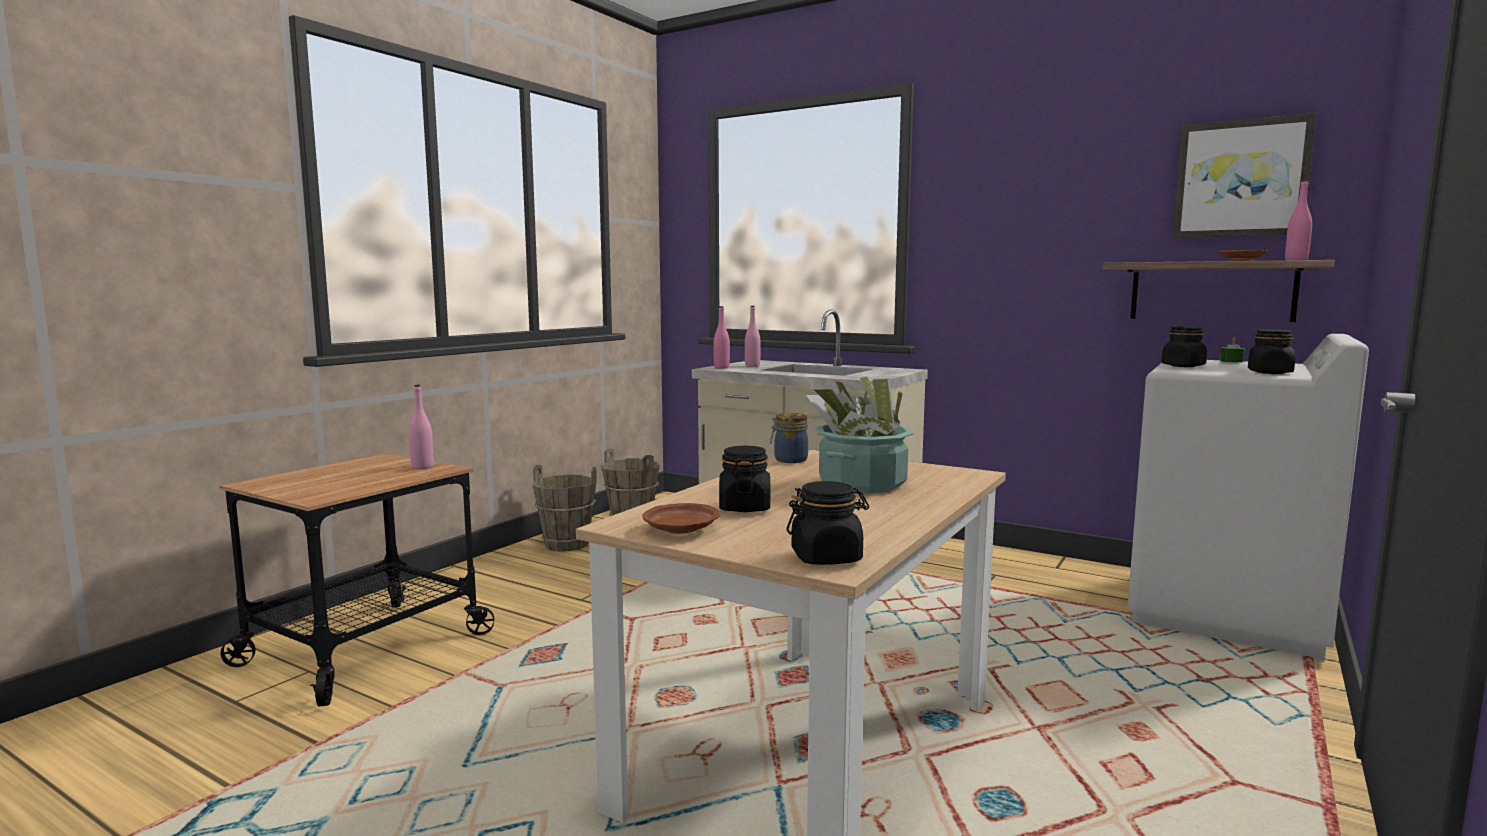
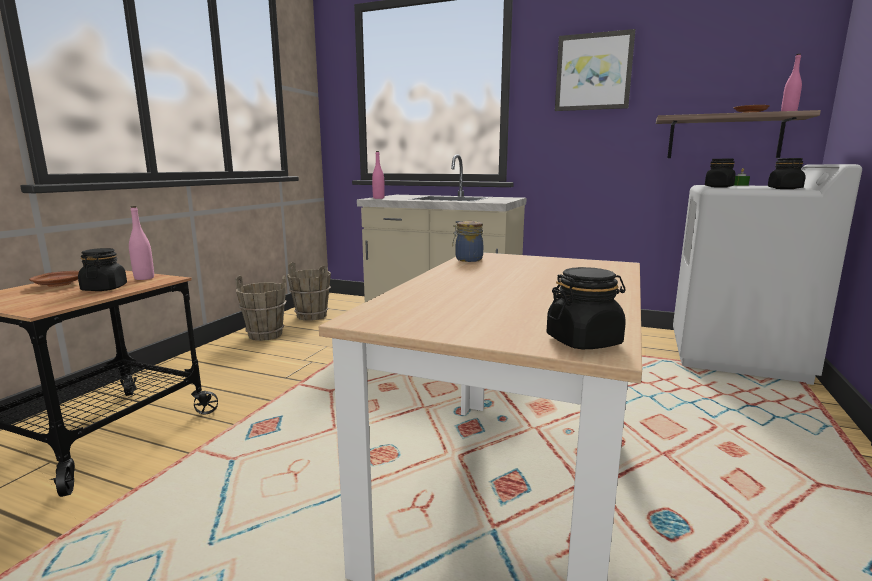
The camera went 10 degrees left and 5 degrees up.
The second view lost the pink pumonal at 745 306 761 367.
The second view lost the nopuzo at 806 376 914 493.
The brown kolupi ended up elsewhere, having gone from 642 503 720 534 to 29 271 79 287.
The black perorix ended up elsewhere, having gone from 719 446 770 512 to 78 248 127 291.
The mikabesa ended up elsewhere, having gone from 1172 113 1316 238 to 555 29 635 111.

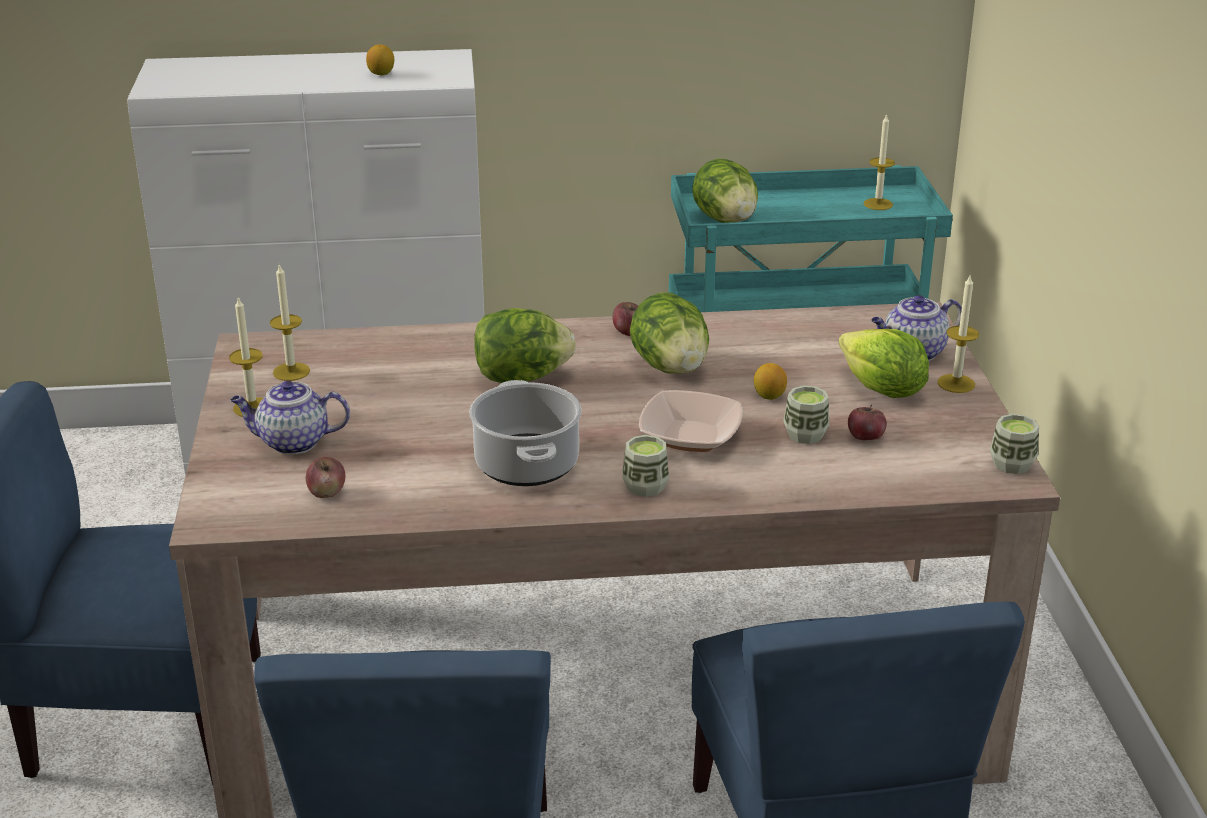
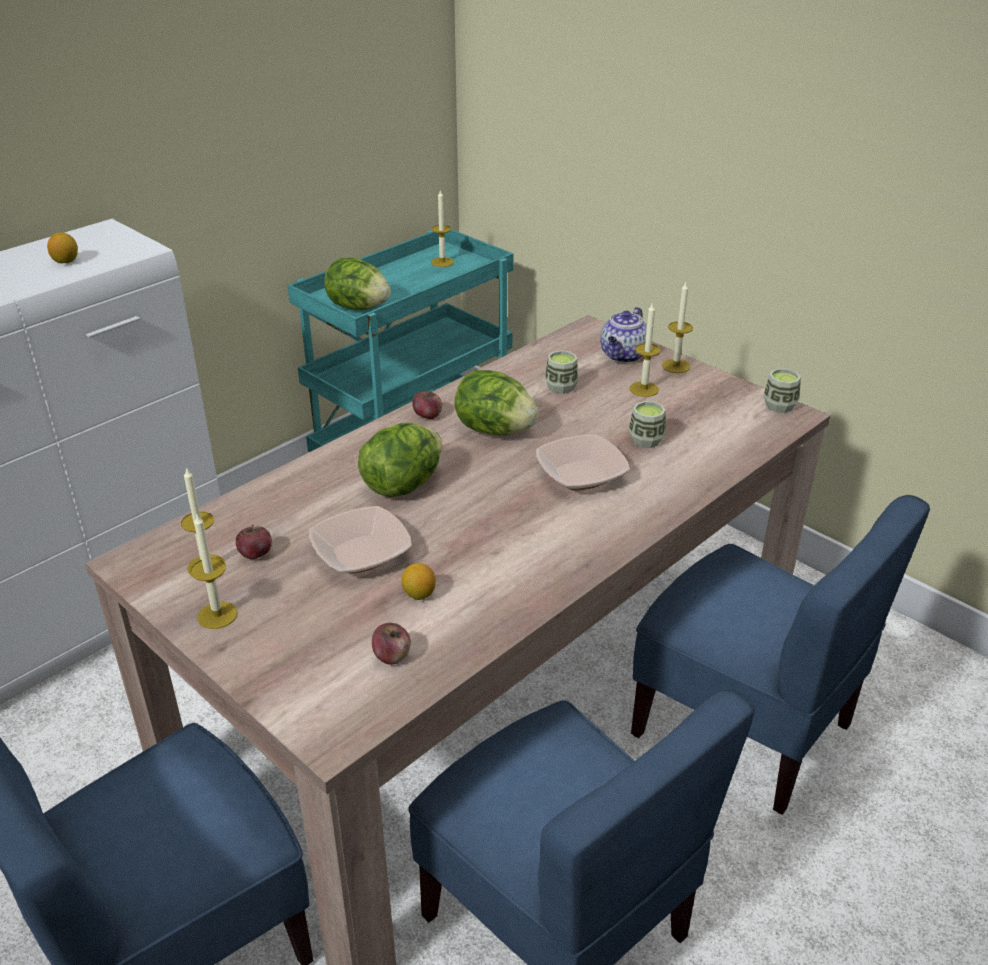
The camera went 40 degrees left and 5 degrees up.
The second view lost the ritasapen at 230 381 350 455.
The second view lost the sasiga at 469 380 582 486.
The second view gained the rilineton at 309 506 412 574.
The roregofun ended up elsewhere, having gone from 623 435 669 497 to 545 350 578 394.
The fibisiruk ended up elsewhere, having gone from 754 363 787 400 to 401 563 436 600.
The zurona ended up elsewhere, having gone from 848 405 887 441 to 236 525 272 559.
Where the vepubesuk stood at 839 329 929 398, the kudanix came to stand at 630 302 661 397.

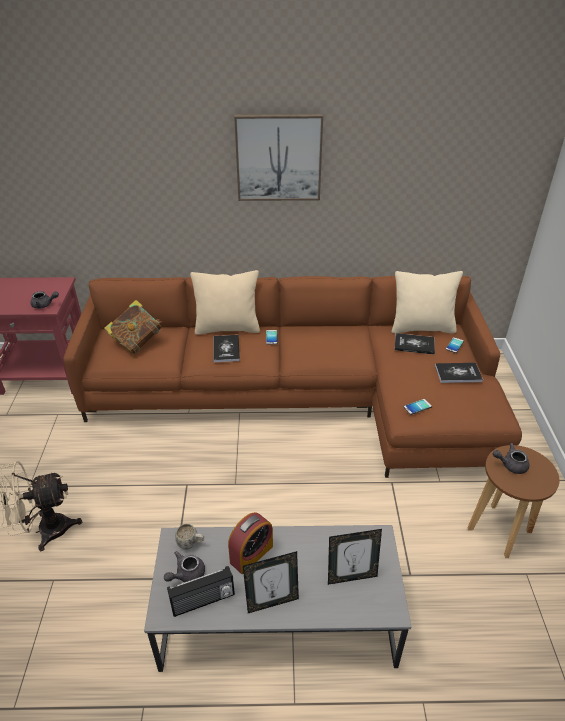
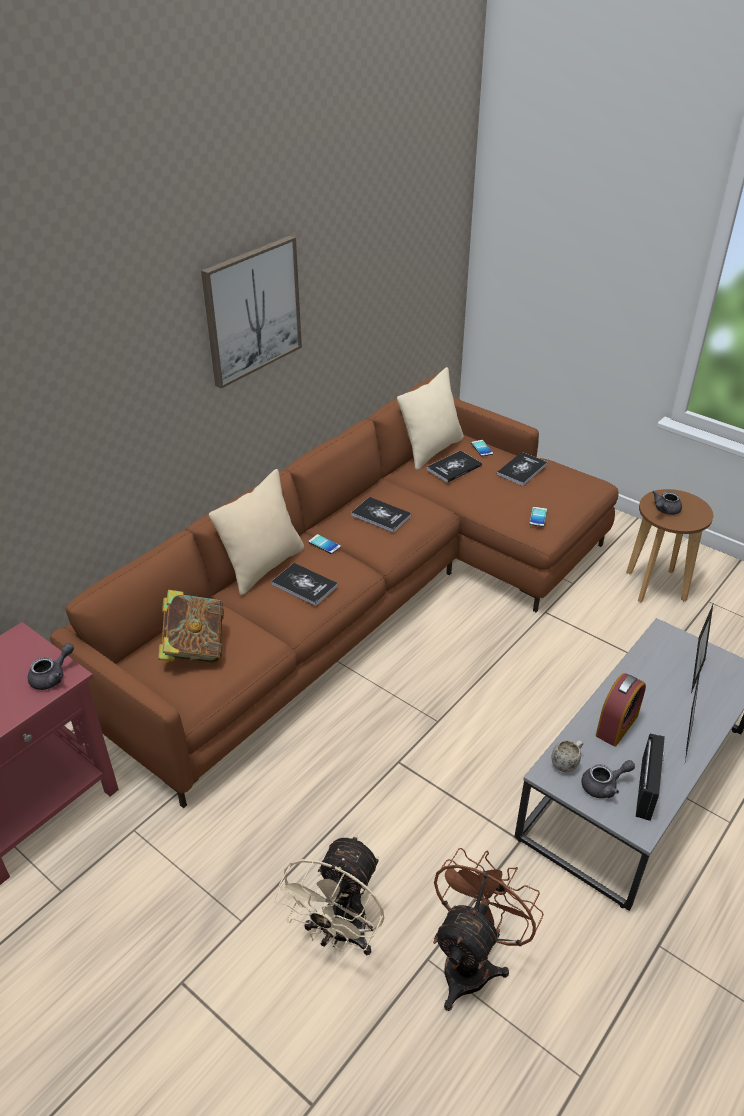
The camera went 50 degrees left and 0 degrees up.
The second view gained the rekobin at 351 497 412 533.
The second view gained the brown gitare at 433 848 544 1011.
The grey ritasapen at 164 551 205 582 ended up facing another way, 105 degrees counterclockwise from before.
The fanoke at 228 512 273 574 ended up facing another way, 45 degrees clockwise from before.

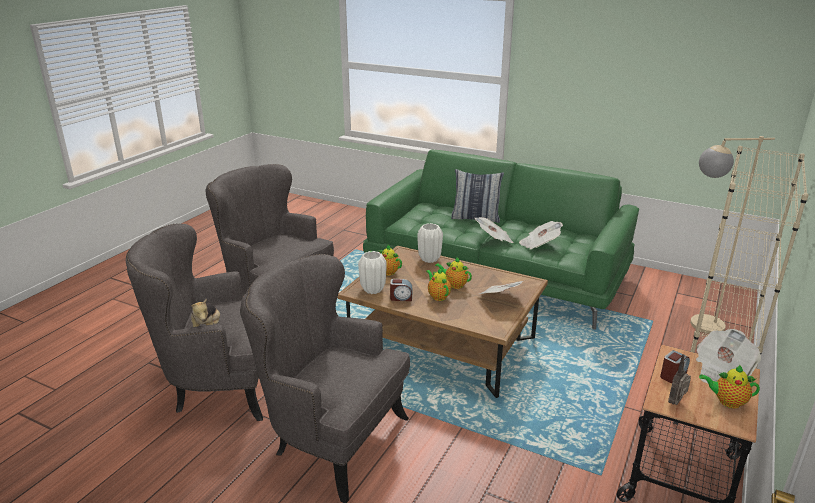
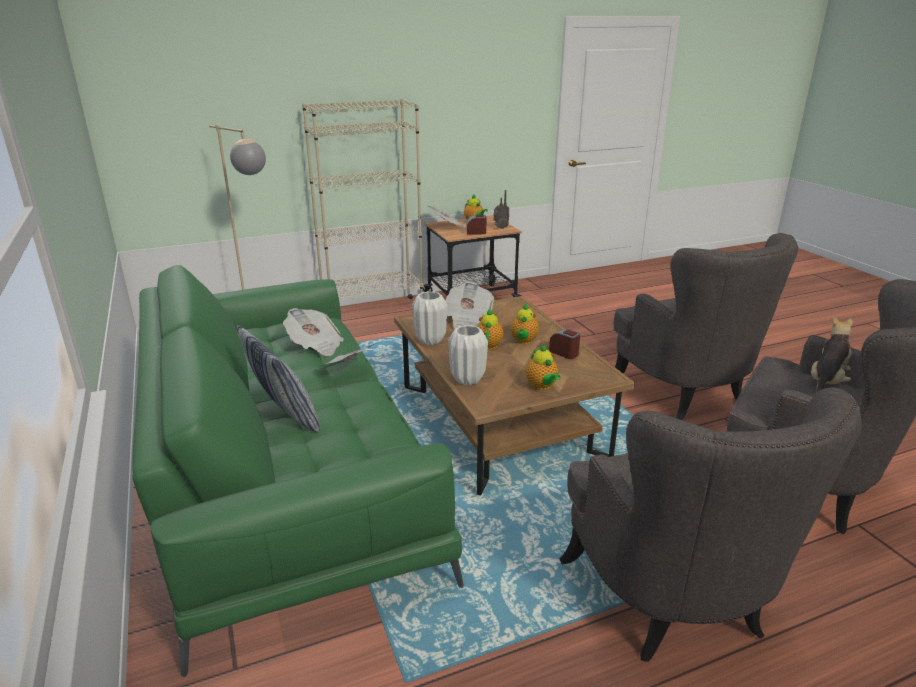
The camera went 140 degrees left and 0 degrees up.
The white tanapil ended up elsewhere, having gone from 358 251 387 294 to 412 291 447 345.
The ritasapen at 435 257 472 289 ended up facing another way, 150 degrees counterclockwise from before.

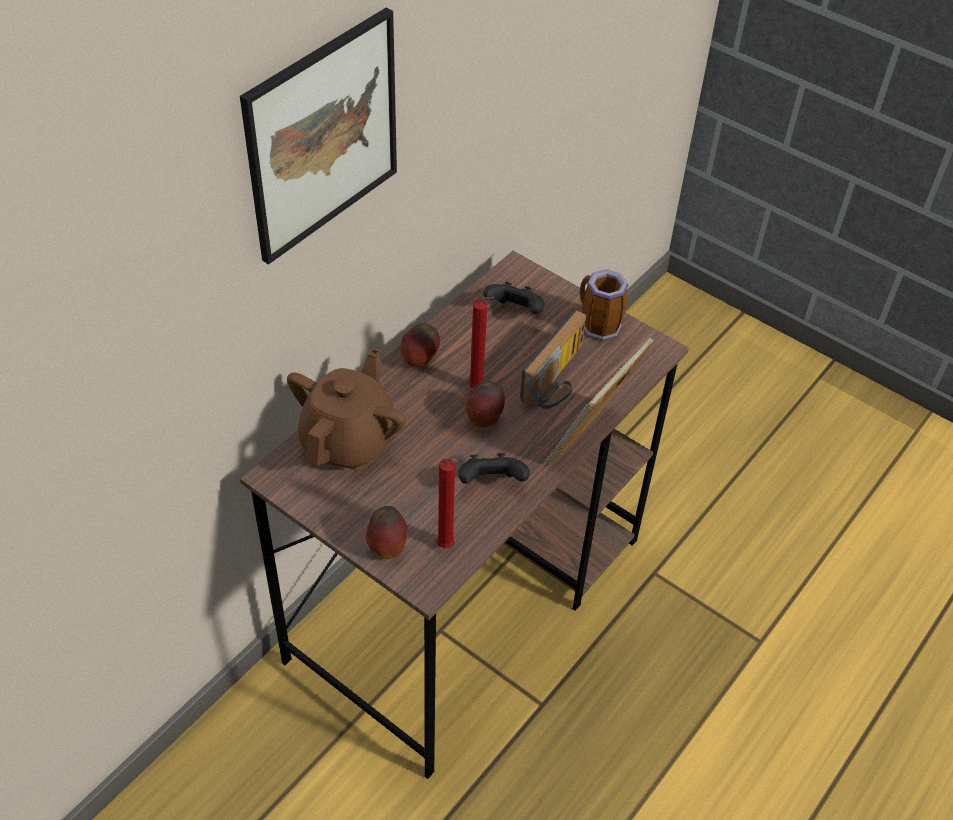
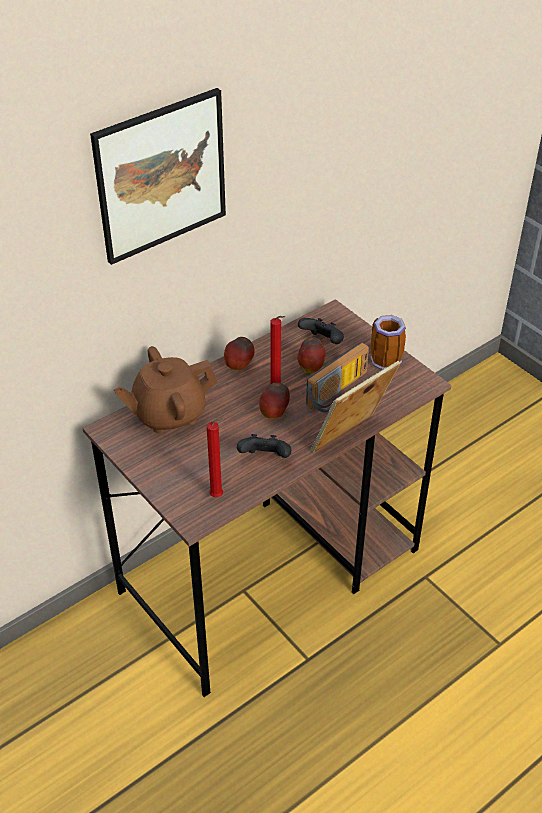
The camera went 15 degrees right and 5 degrees down.
The zurona ended up elsewhere, having gone from 366 506 407 559 to 297 337 326 374.
The brown ritasapen at 287 348 406 471 ended up facing another way, 150 degrees counterclockwise from before.

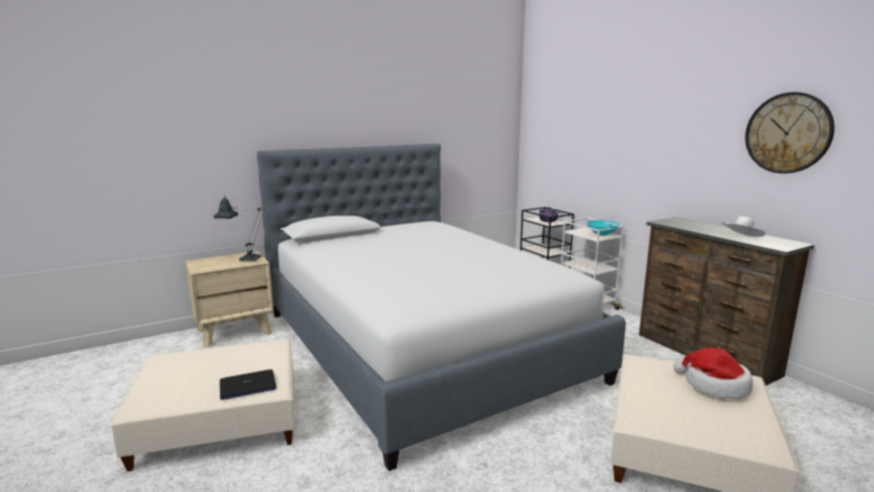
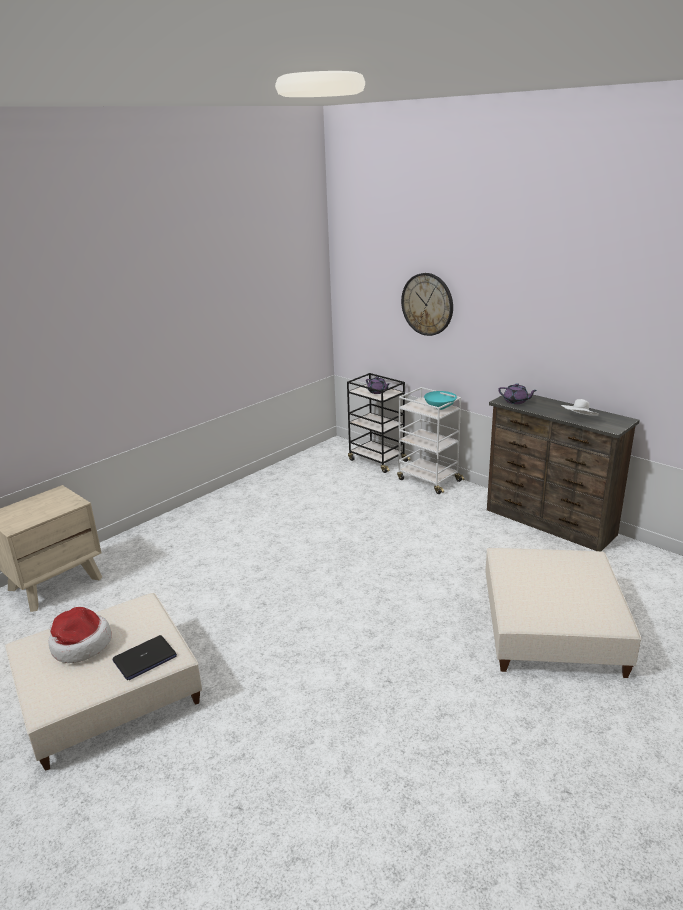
The camera went 15 degrees left and 10 degrees up.
The second view lost the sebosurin at 214 198 265 261.
The second view lost the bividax at 257 143 626 471.
The second view gained the purple ritasapen at 498 383 537 404.
The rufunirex ended up elsewhere, having gone from 673 347 753 399 to 48 607 112 663.
The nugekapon ended up elsewhere, having gone from 745 92 834 174 to 401 273 453 336.

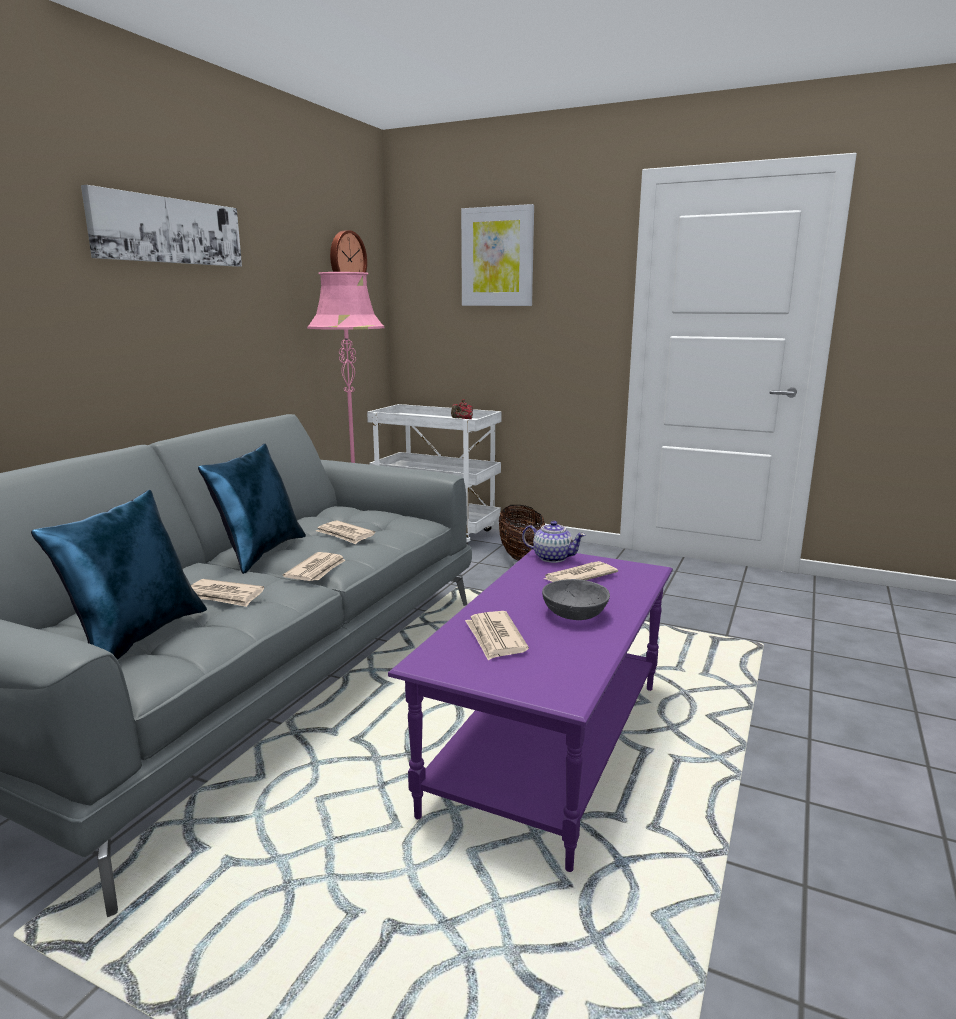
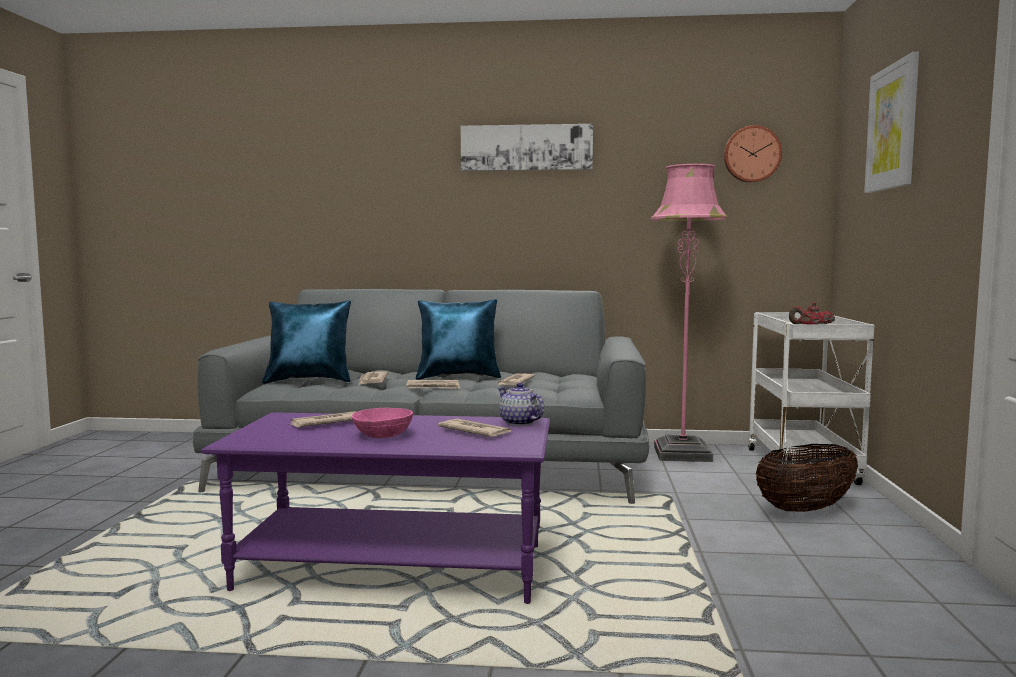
The camera went 70 degrees right and 10 degrees down.
What was the grey rilineton at 542 579 610 620 turned into the pink rilineton at 352 408 413 438.
The ritasapen at 522 521 586 563 ended up facing another way, 135 degrees clockwise from before.

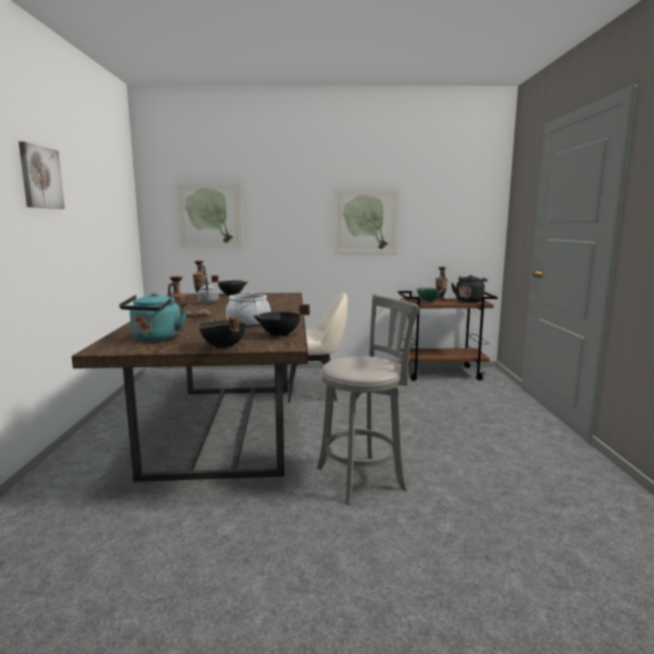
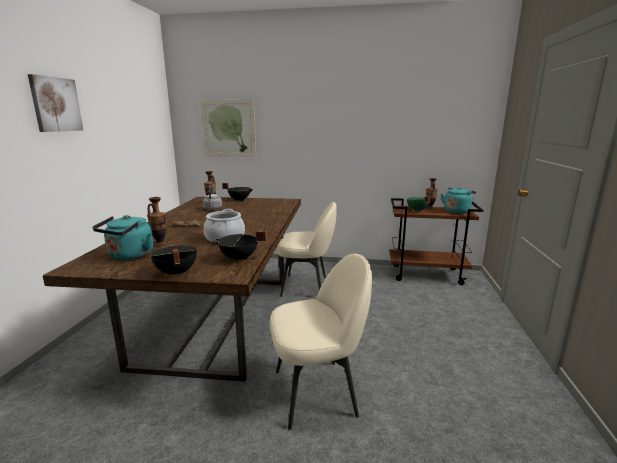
The camera went 10 degrees right and 5 degrees up.
The second view lost the mikabesa at 335 189 399 254.
Where the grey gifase stood at 317 294 419 505, the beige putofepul came to stand at 270 253 372 430.
What was the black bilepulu at 451 275 488 303 turned into the turquoise bilepulu at 441 187 476 214.

